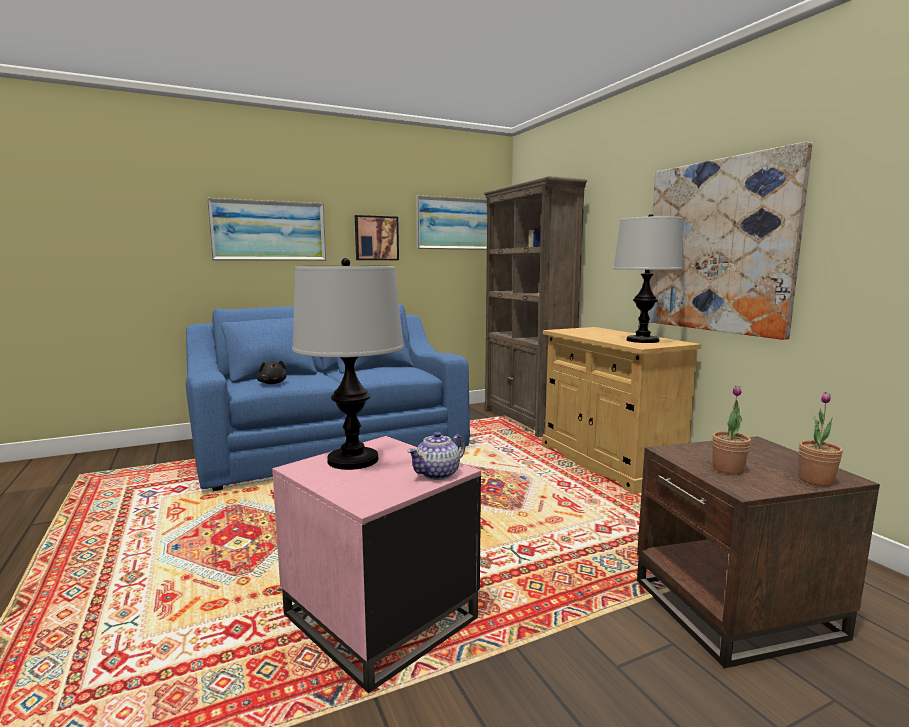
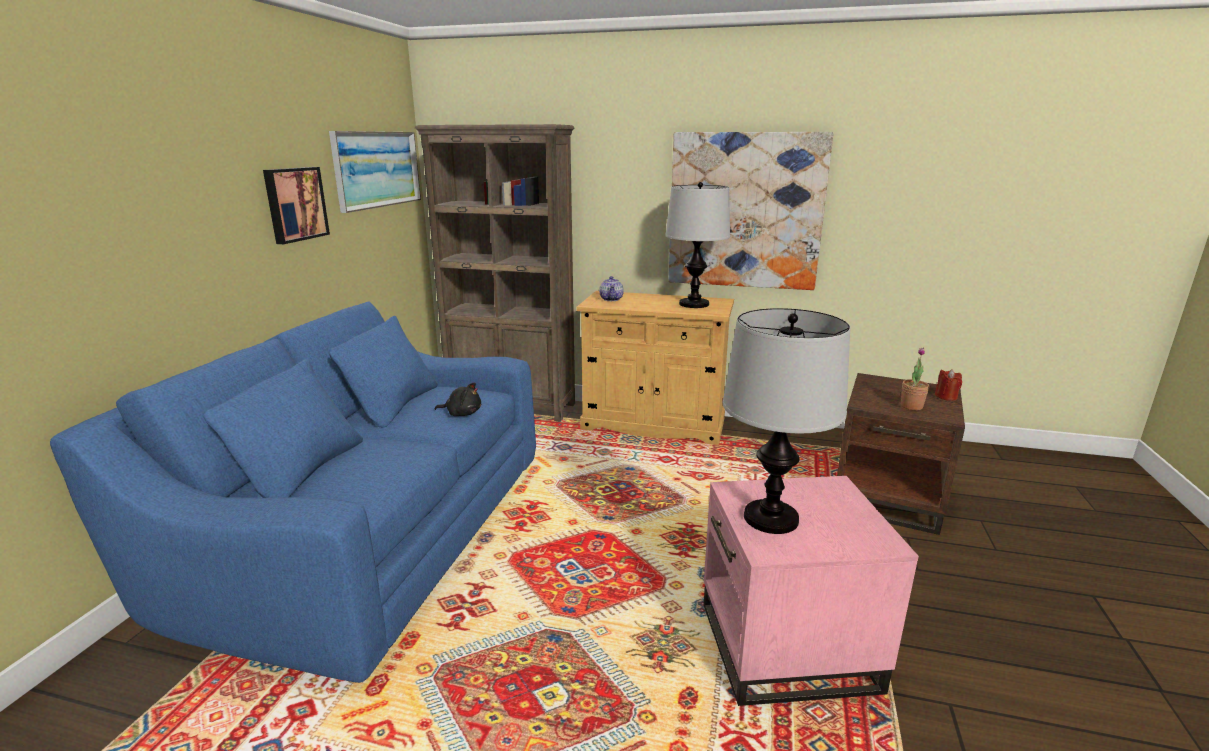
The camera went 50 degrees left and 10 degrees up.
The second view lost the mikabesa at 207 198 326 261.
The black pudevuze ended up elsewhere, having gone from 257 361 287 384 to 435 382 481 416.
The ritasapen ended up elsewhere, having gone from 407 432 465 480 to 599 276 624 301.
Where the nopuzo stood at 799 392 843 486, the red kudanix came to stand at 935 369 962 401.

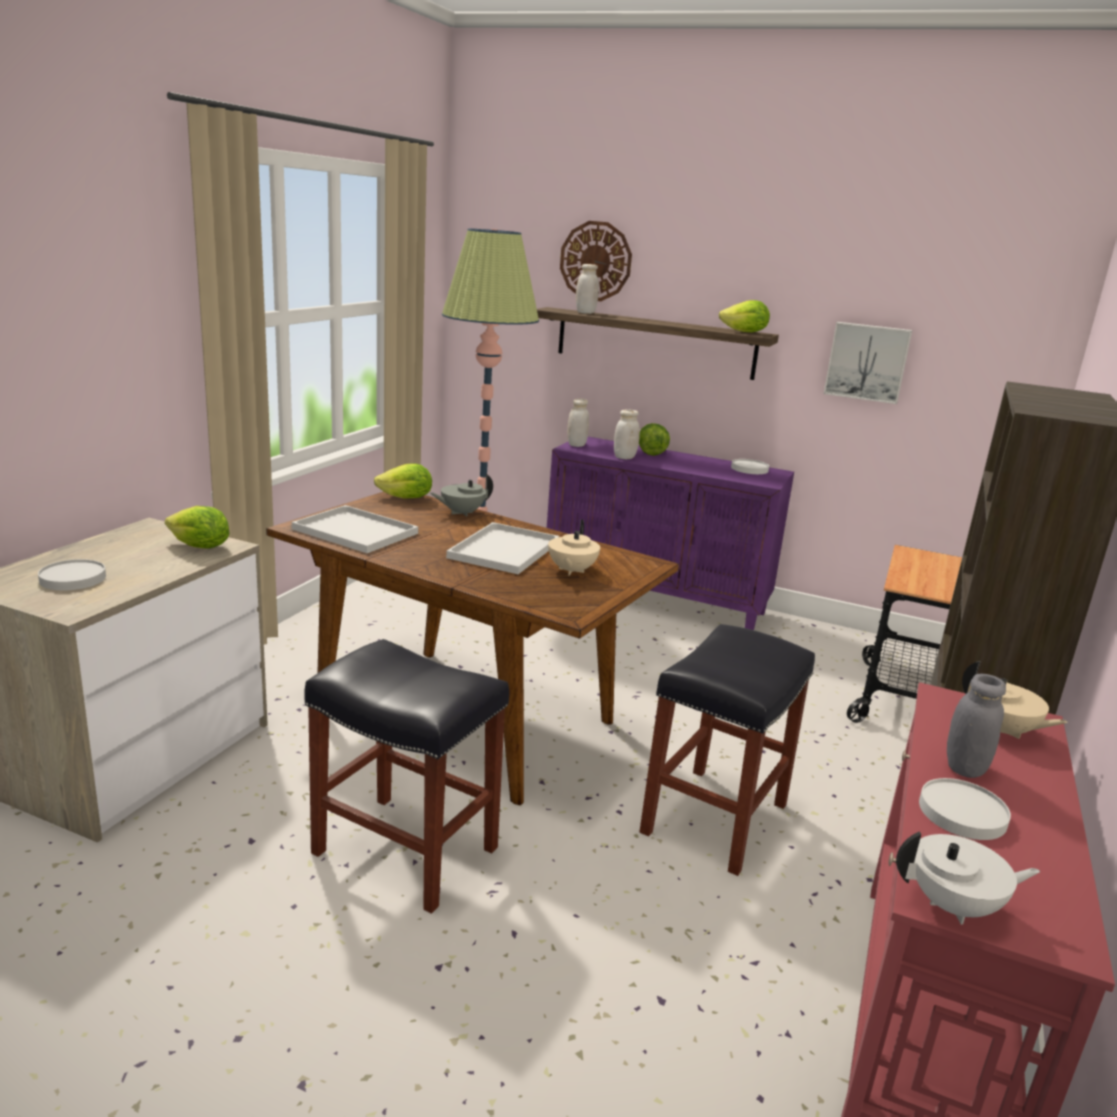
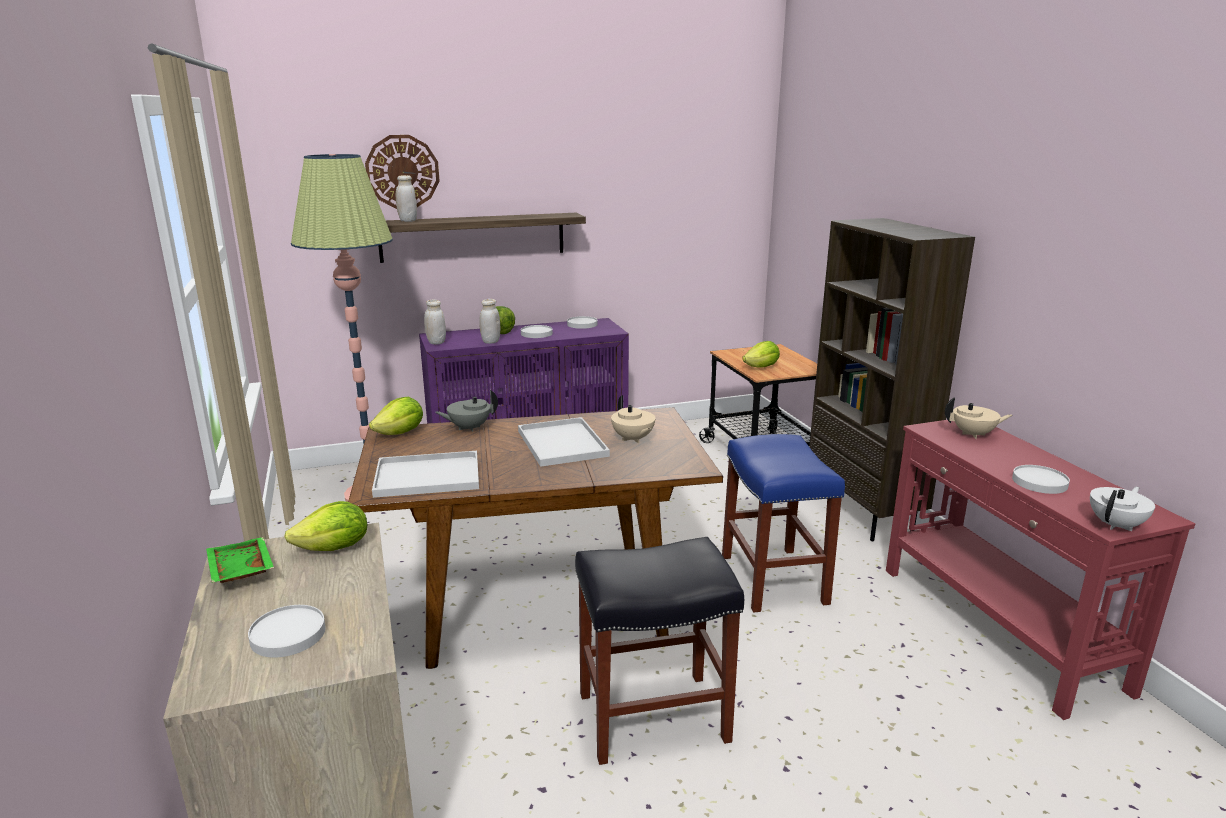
The camera went 40 degrees left and 0 degrees up.
The second view lost the mikabesa at 824 322 912 404.
The second view lost the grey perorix at 947 674 1006 778.
The second view gained the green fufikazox at 206 537 274 583.
The second view gained the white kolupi at 521 325 553 338.
The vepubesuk ended up elsewhere, having gone from 719 300 770 332 to 742 341 780 368.
What was the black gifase at 640 624 815 876 turned into the blue gifase at 722 434 845 613.
The grey ritasapen at 430 474 493 517 ended up facing another way, 45 degrees clockwise from before.

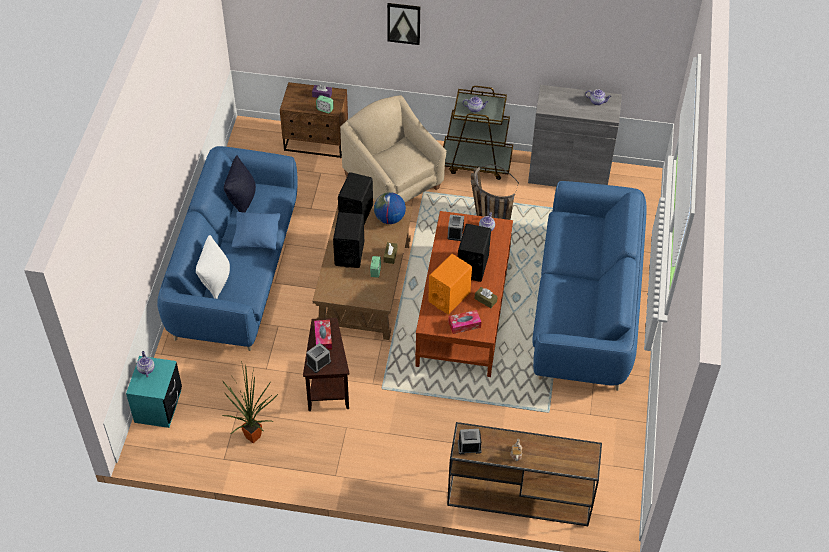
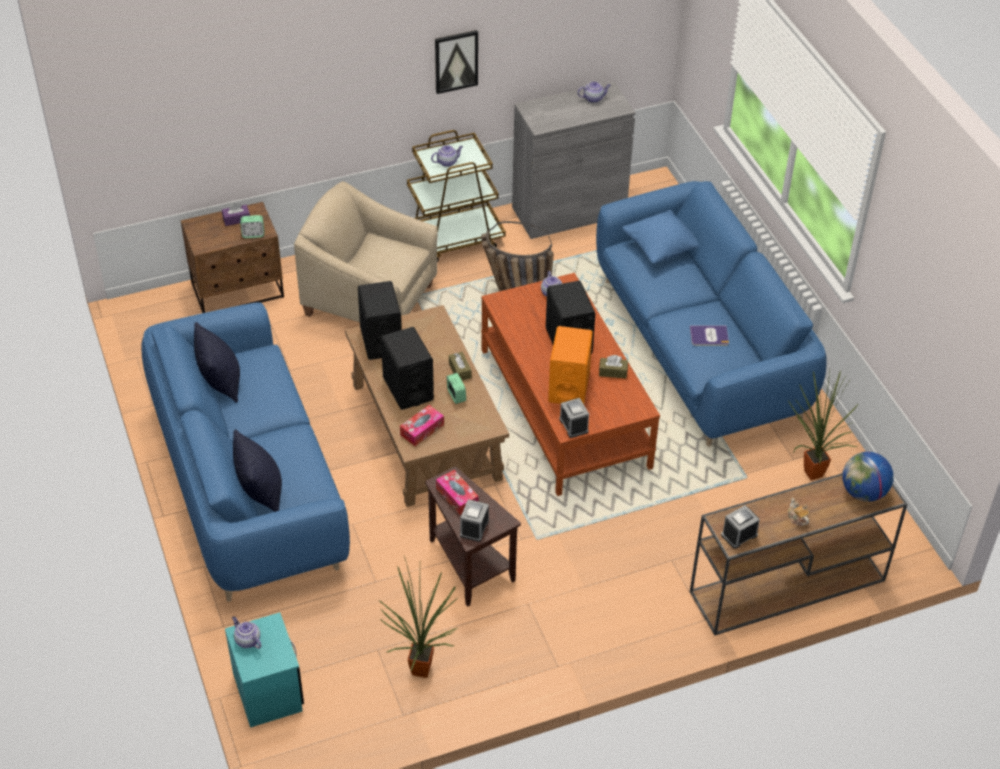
The camera went 30 degrees left and 5 degrees down.
The second view gained the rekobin at 690 326 729 346.
The second view gained the nopuzo at 788 371 859 480.
The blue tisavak ended up elsewhere, having gone from 231 212 281 250 to 622 210 699 264.
The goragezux ended up elsewhere, having gone from 374 192 406 224 to 842 452 893 502.
The mikabesa ended up elsewhere, having gone from 387 3 420 45 to 435 30 478 94.
The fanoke ended up elsewhere, having gone from 448 215 464 241 to 559 398 589 438.
The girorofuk ended up elsewhere, having gone from 448 310 481 334 to 400 405 444 446.
What was the white tisavak at 196 235 230 299 turned into the black tisavak at 233 429 282 512.

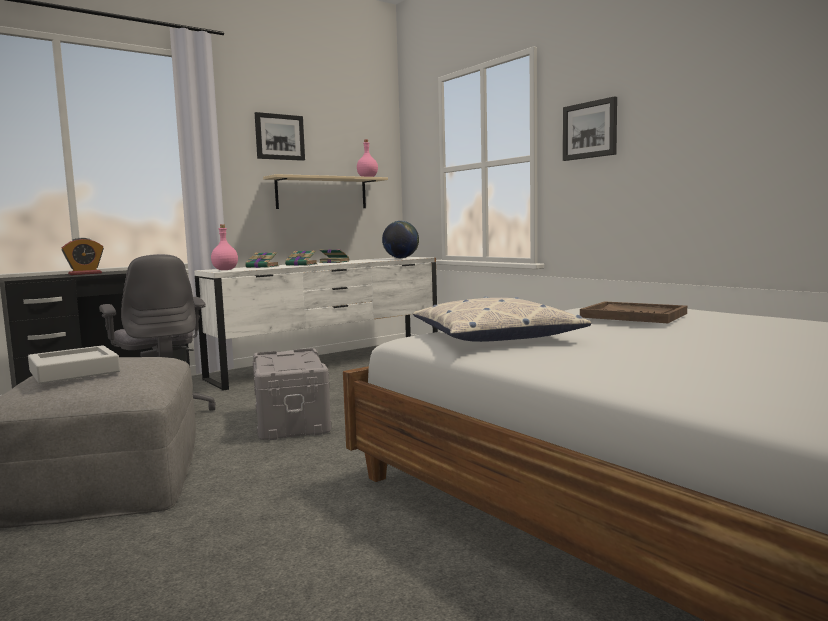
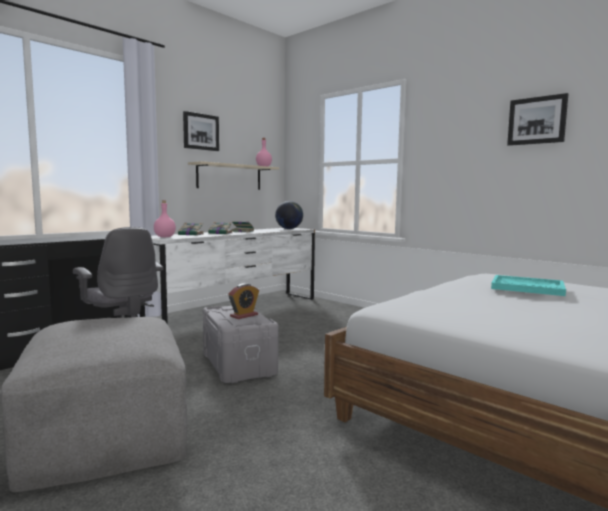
The camera went 10 degrees left and 0 degrees up.
The second view lost the grey fufikazox at 28 345 120 384.
The second view lost the tisavak at 413 297 591 342.
The fanoke ended up elsewhere, having gone from 62 238 104 275 to 228 283 259 319.
The mikabesa ended up elsewhere, having gone from 563 96 617 161 to 507 93 568 146.
What was the brown fufikazox at 580 301 687 323 turned into the turquoise fufikazox at 491 275 566 296.

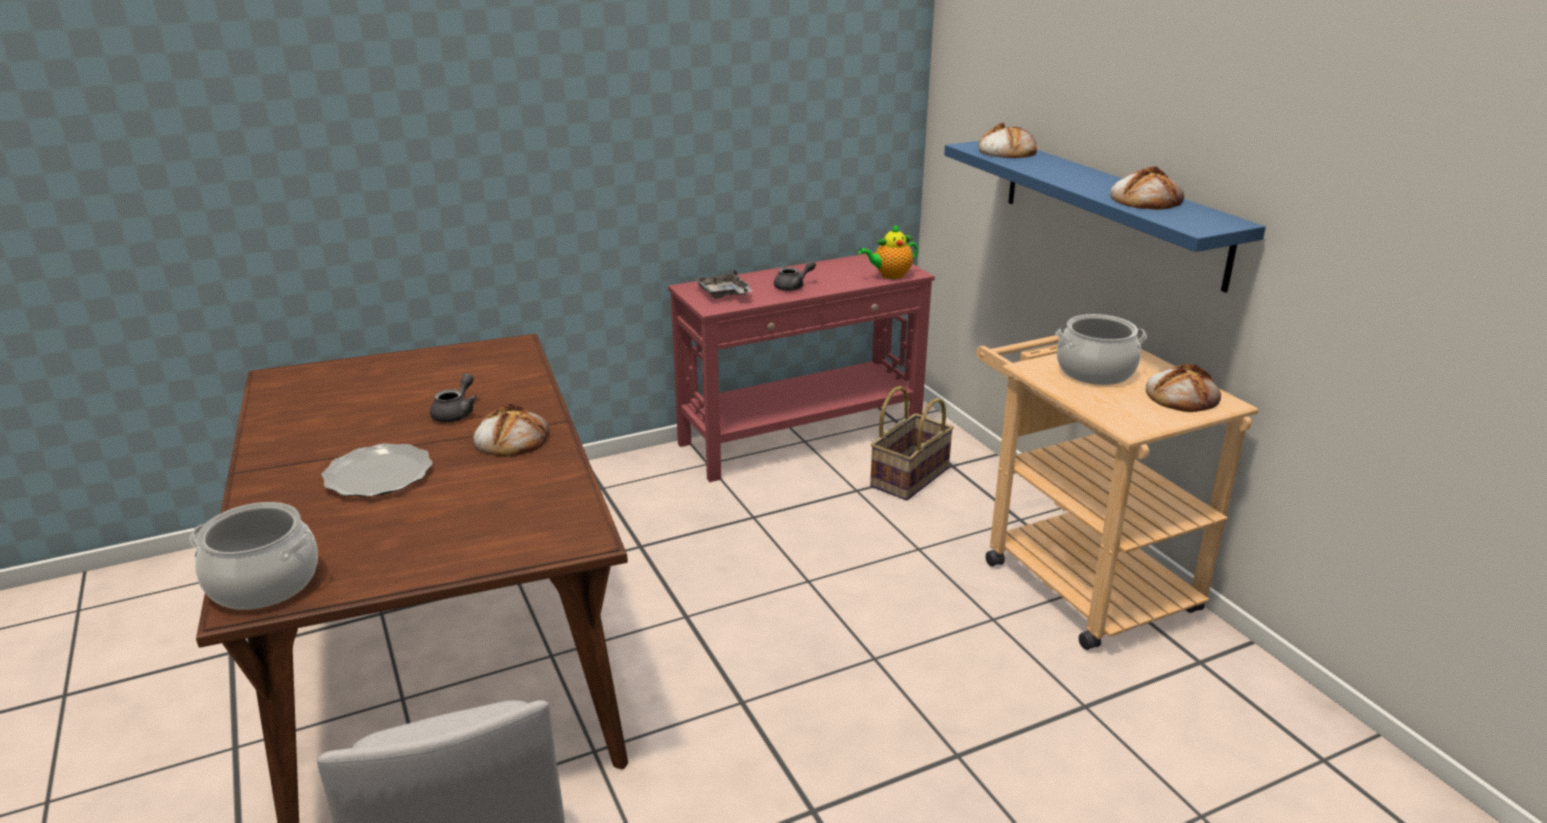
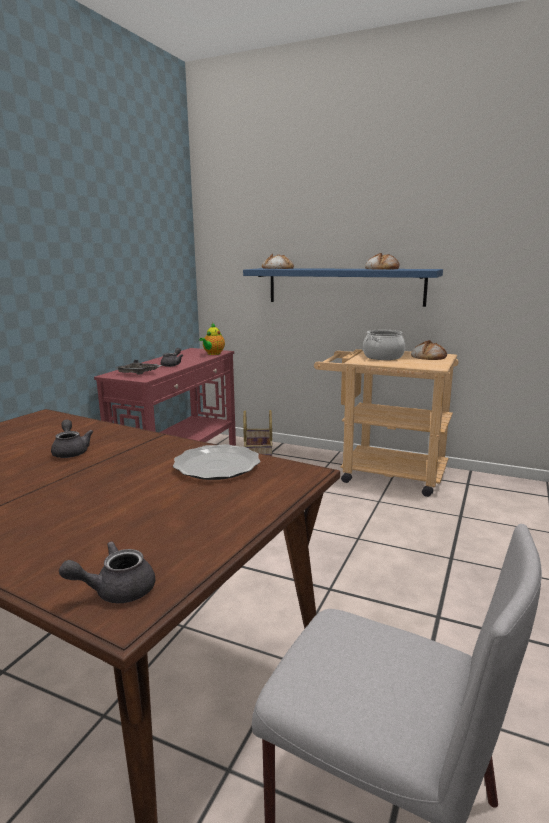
The camera went 40 degrees left and 10 degrees down.
The second view lost the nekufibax at 473 403 550 457.
The kolupi ended up elsewhere, having gone from 321 443 433 497 to 173 444 260 480.
Where the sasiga stood at 190 502 318 610, the grey ritasapen came to stand at 59 541 155 603.

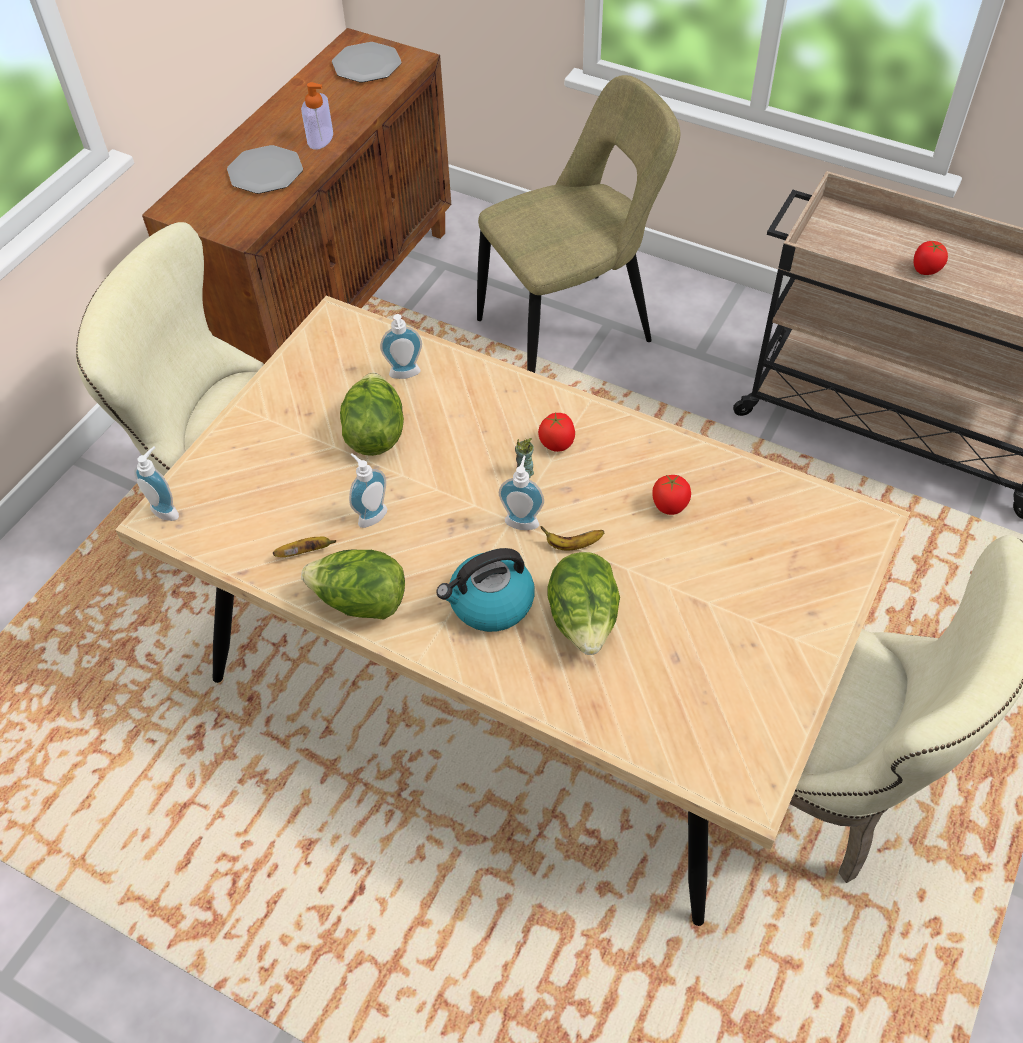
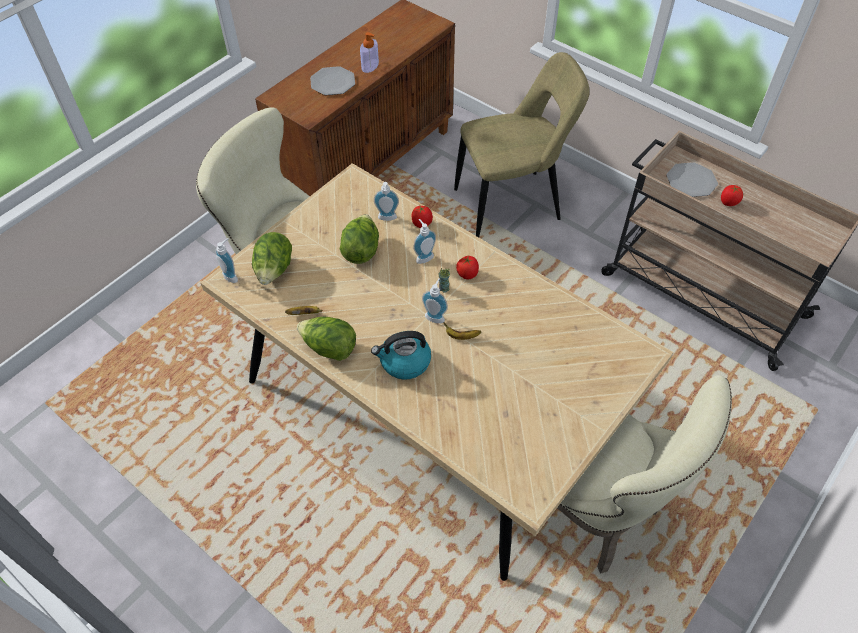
The camera went 10 degrees right and 0 degrees up.
The kolupi ended up elsewhere, having gone from 332 42 402 82 to 666 162 718 197.
The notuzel ended up elsewhere, having gone from 349 453 387 528 to 413 219 436 264.
The vepubesuk ended up elsewhere, having gone from 547 552 620 655 to 252 232 292 285.
The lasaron ended up elsewhere, having gone from 652 475 691 515 to 412 206 433 228.

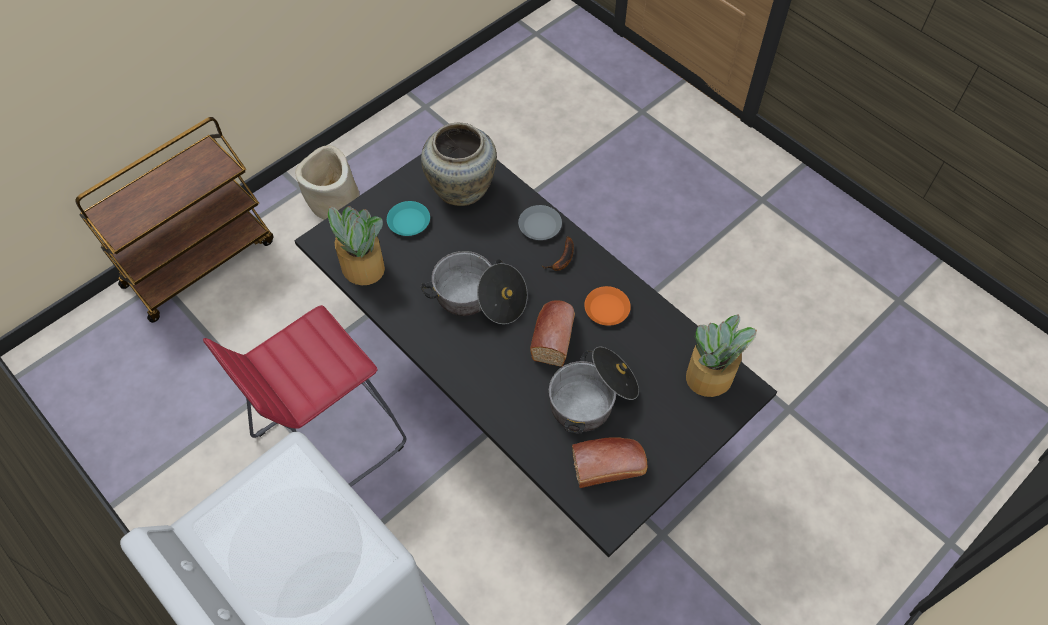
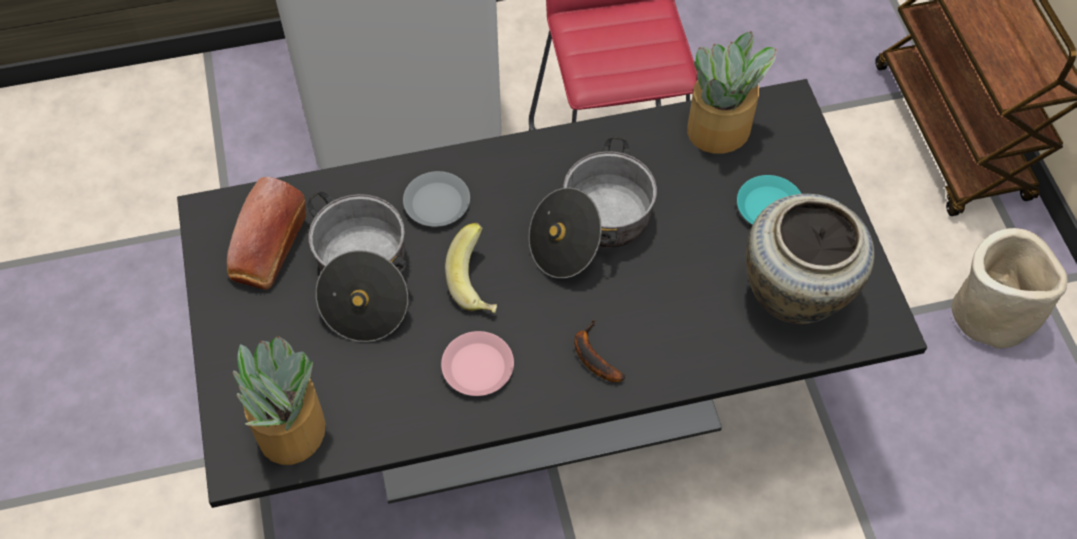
The camera went 120 degrees right and 0 degrees up.
The grey kolupi ended up elsewhere, having gone from 518 205 562 240 to 403 171 470 227.
Where the nekufibax stood at 530 300 575 367, the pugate came to stand at 445 223 497 313.
What was the orange kolupi at 584 286 631 326 turned into the pink kolupi at 441 331 514 396.

